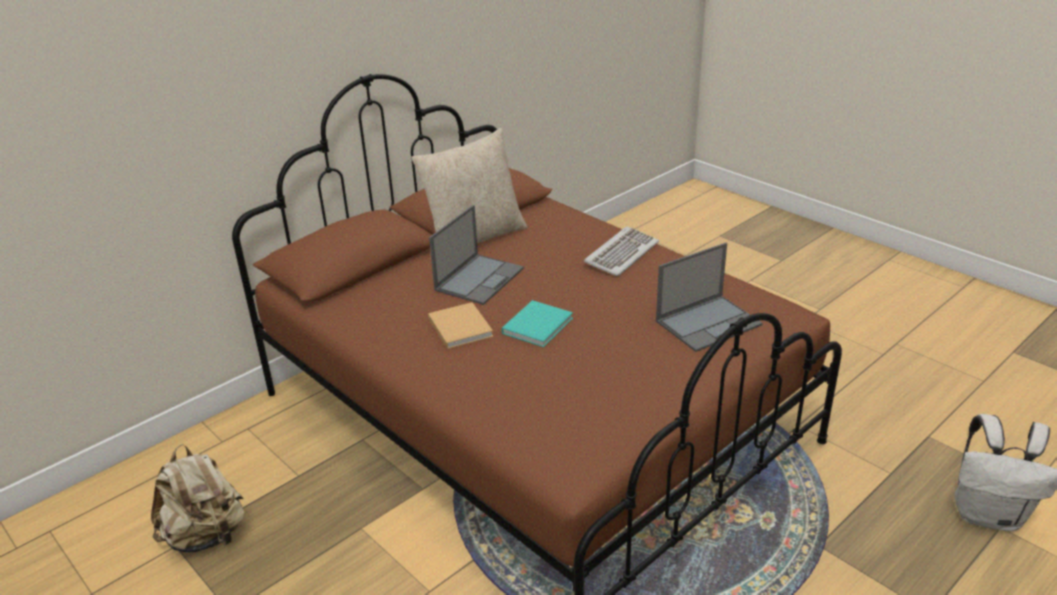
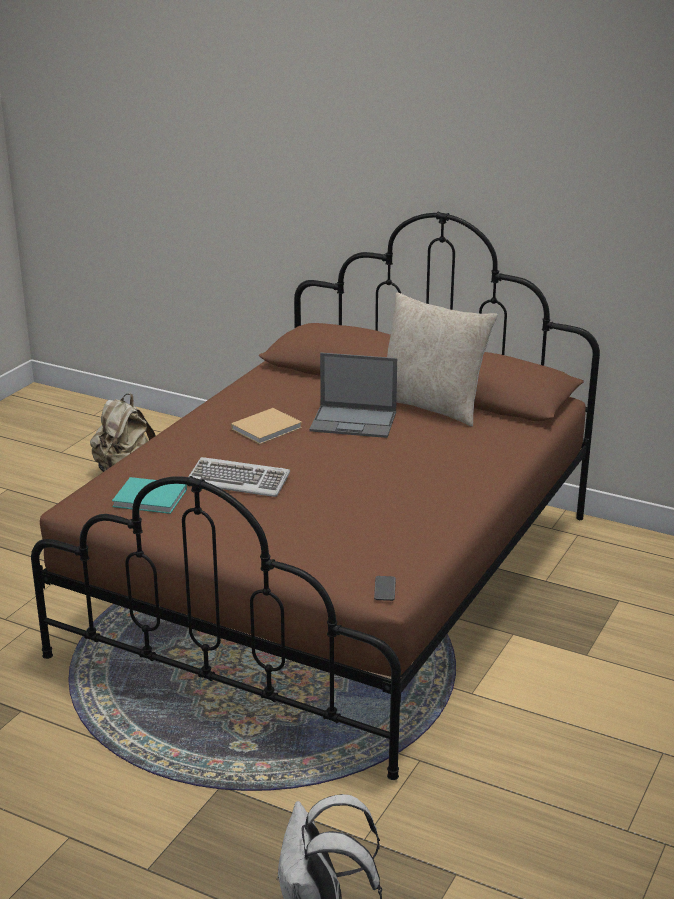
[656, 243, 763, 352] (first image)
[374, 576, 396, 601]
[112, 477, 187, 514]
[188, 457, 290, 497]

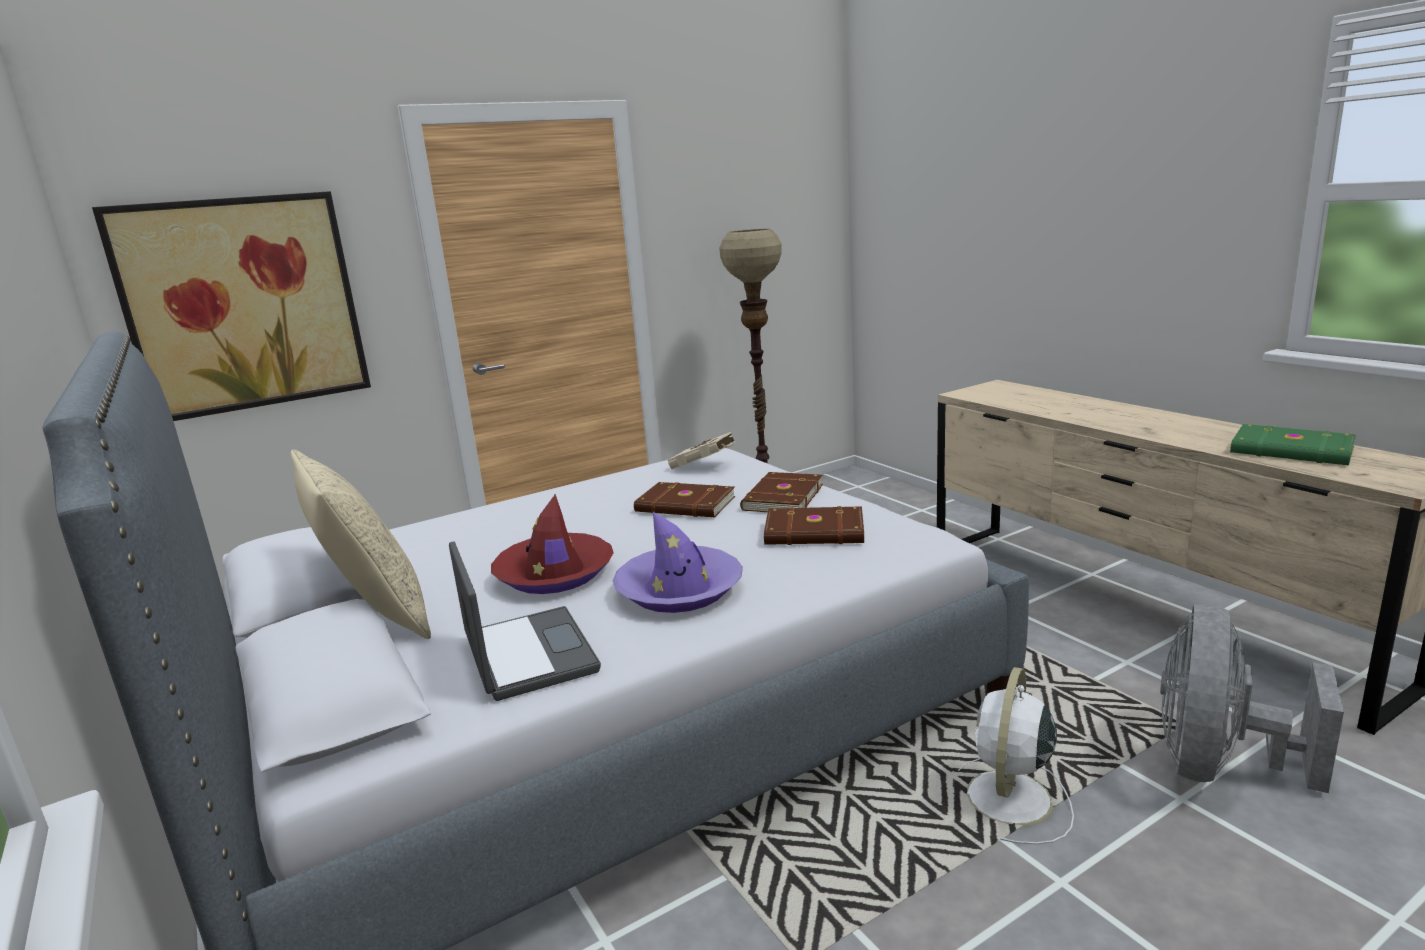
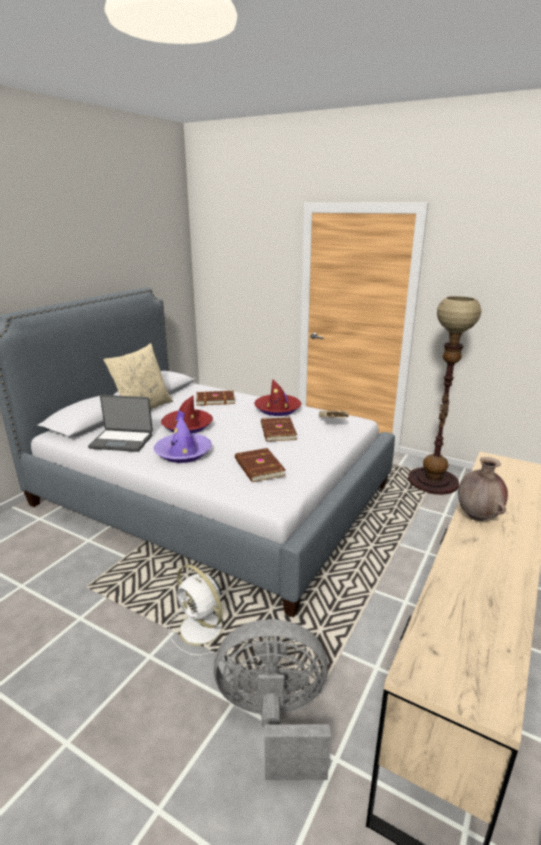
[92, 191, 371, 421] (first image)
[1230, 424, 1356, 465] (first image)
[254, 379, 302, 416]
[458, 457, 508, 521]
[196, 391, 235, 406]
[88, 395, 153, 452]
[169, 564, 225, 656]

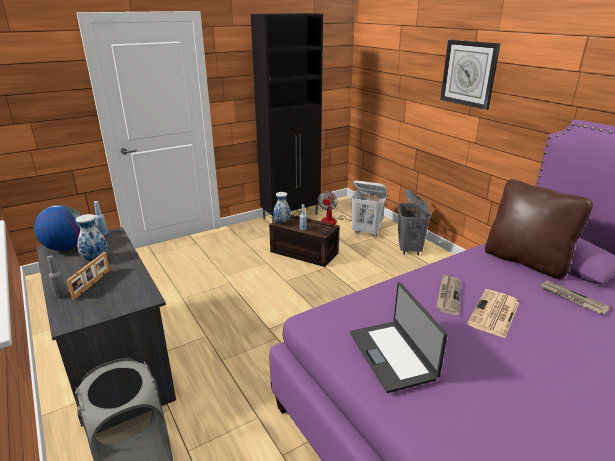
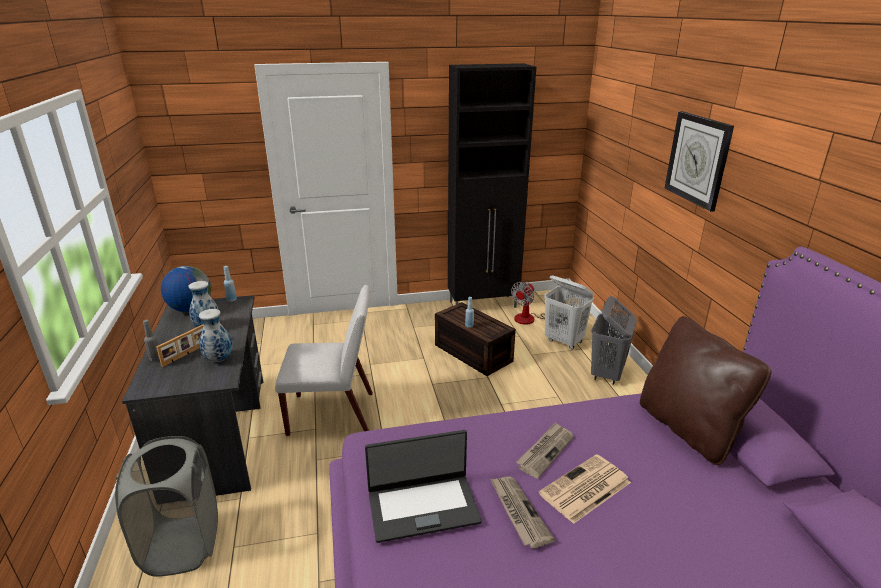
[275, 285, 373, 436]
[199, 309, 232, 362]
[491, 476, 555, 548]
[365, 430, 482, 543]

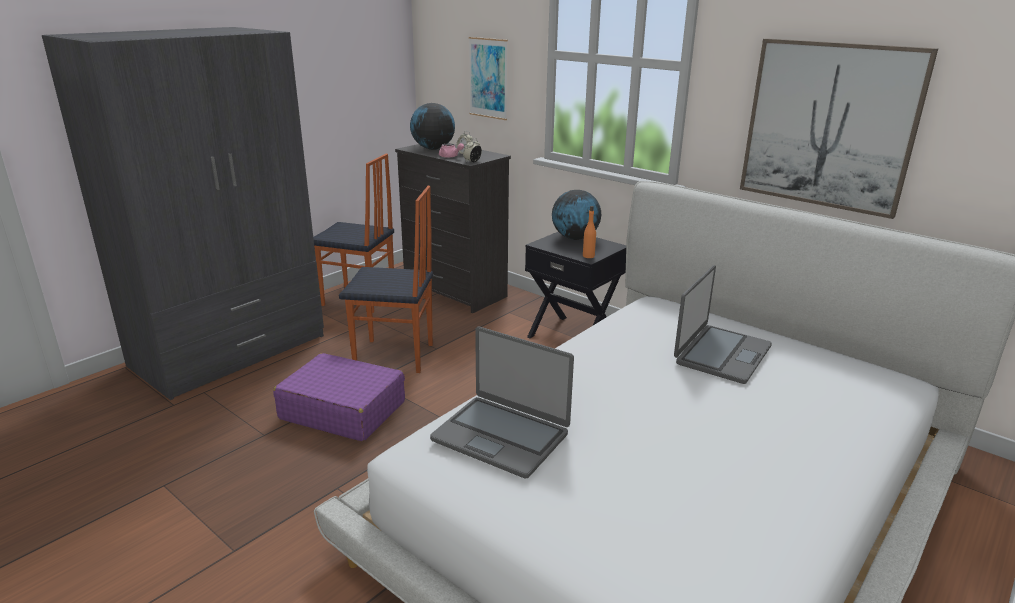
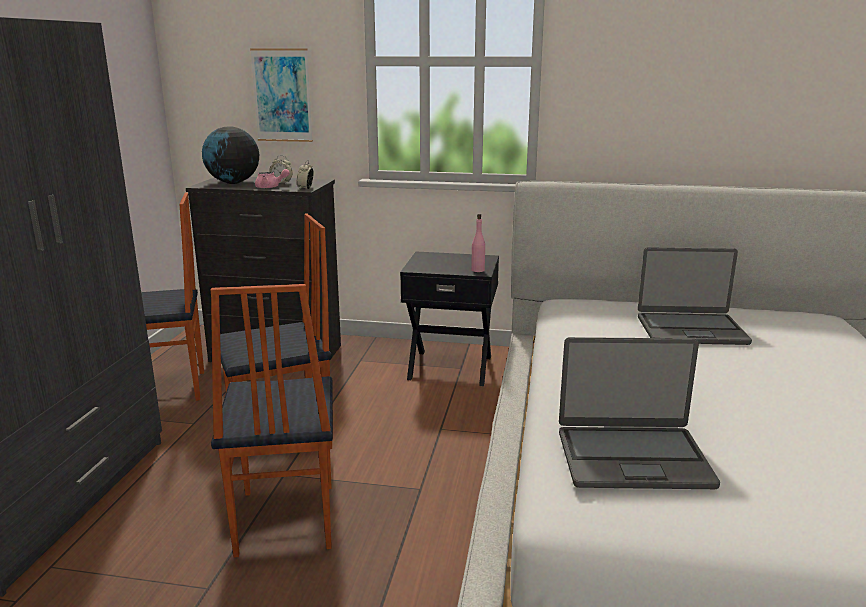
[552, 190, 601, 240] (first image)
[740, 38, 938, 219] (first image)
[210, 284, 333, 558]
[471, 214, 485, 272]
[638, 247, 752, 345]

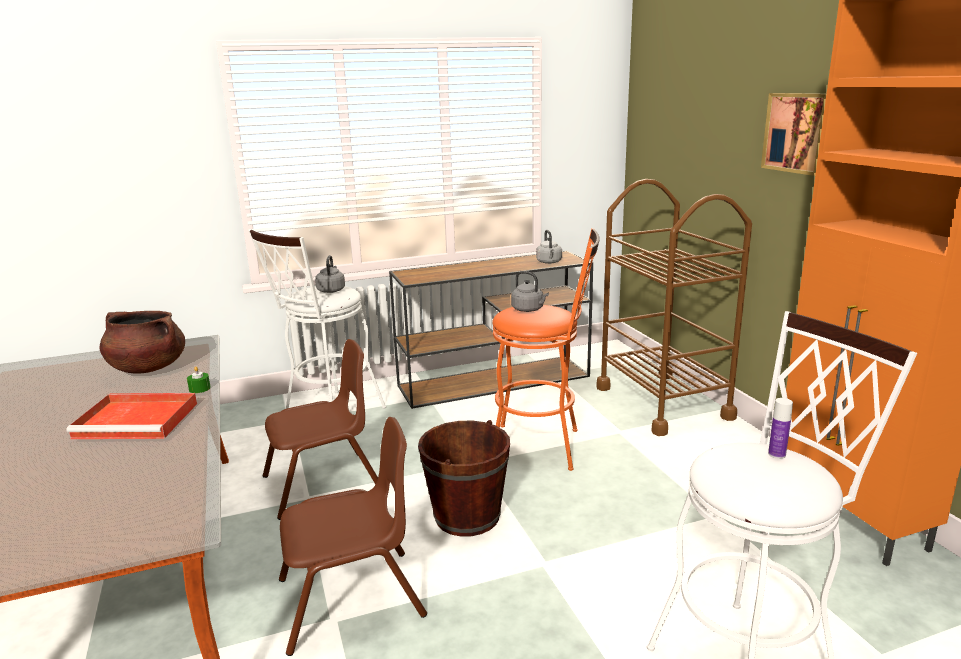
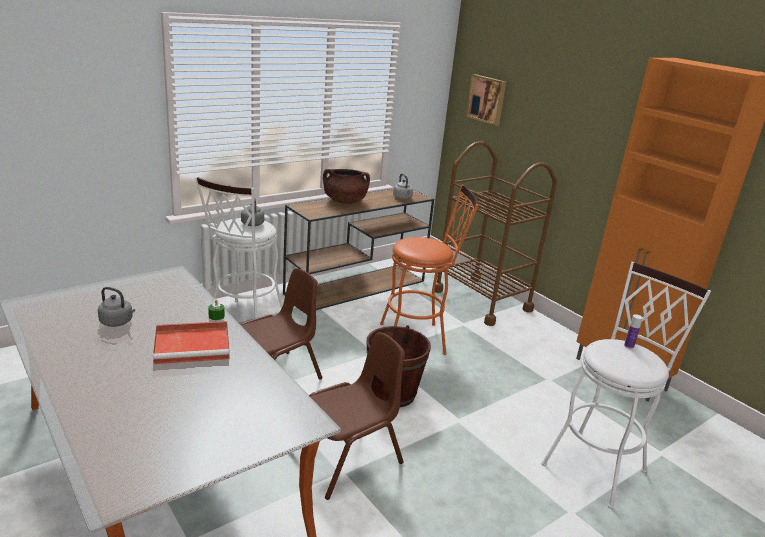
[323, 169, 370, 204]
[98, 287, 135, 327]
[466, 74, 506, 126]

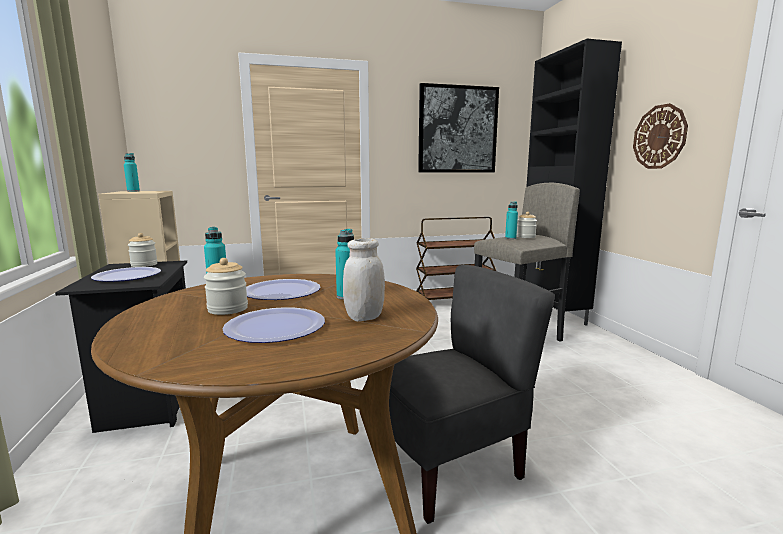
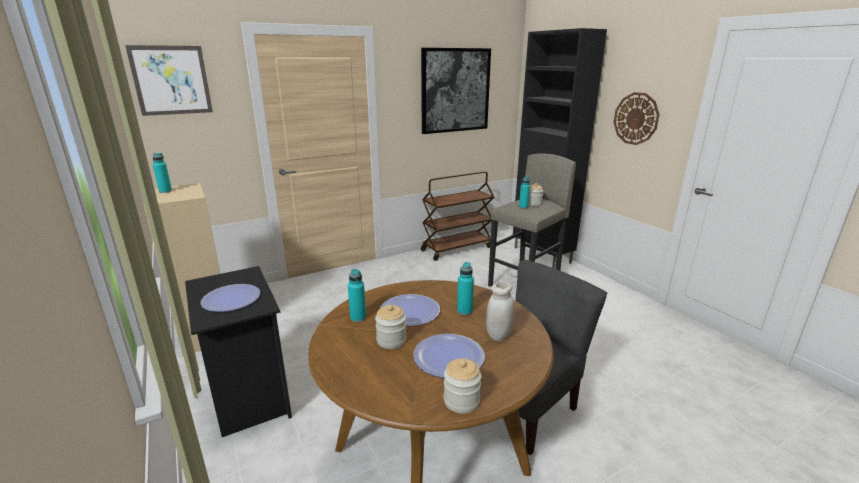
[125, 45, 213, 116]
[444, 358, 482, 414]

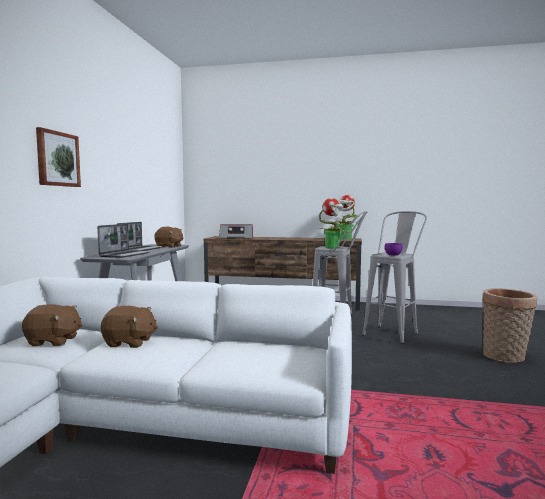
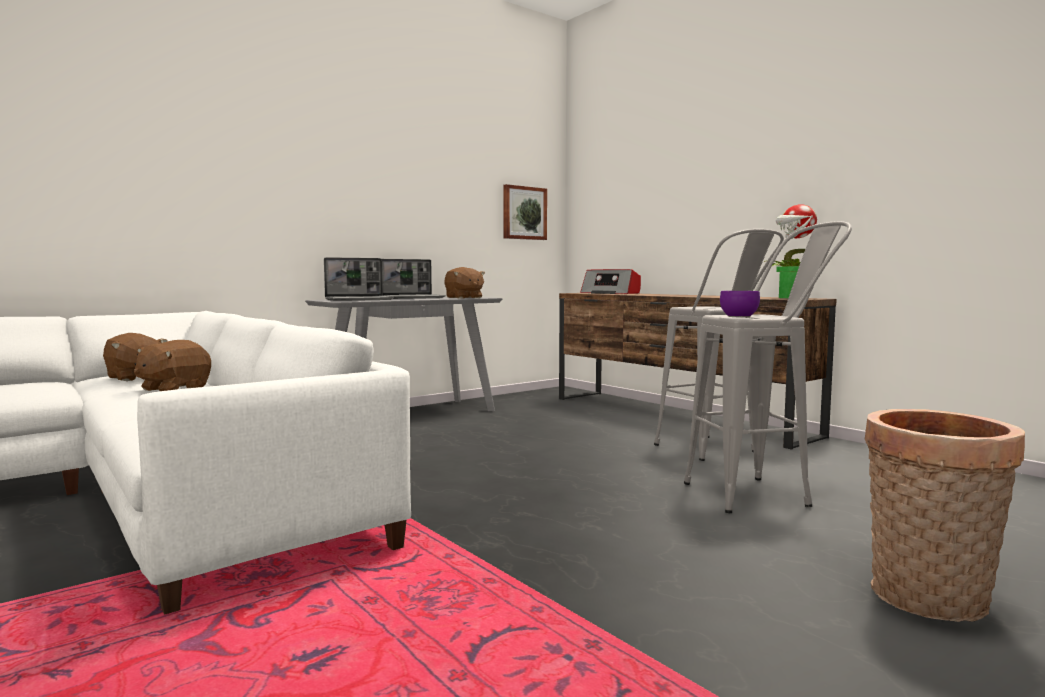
[319, 198, 345, 248] (first image)
[503, 184, 547, 240]
[134, 340, 211, 391]

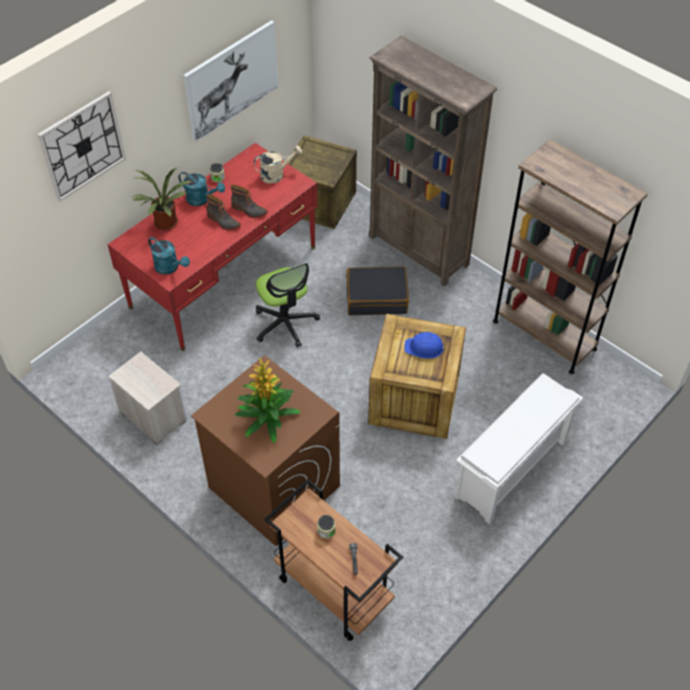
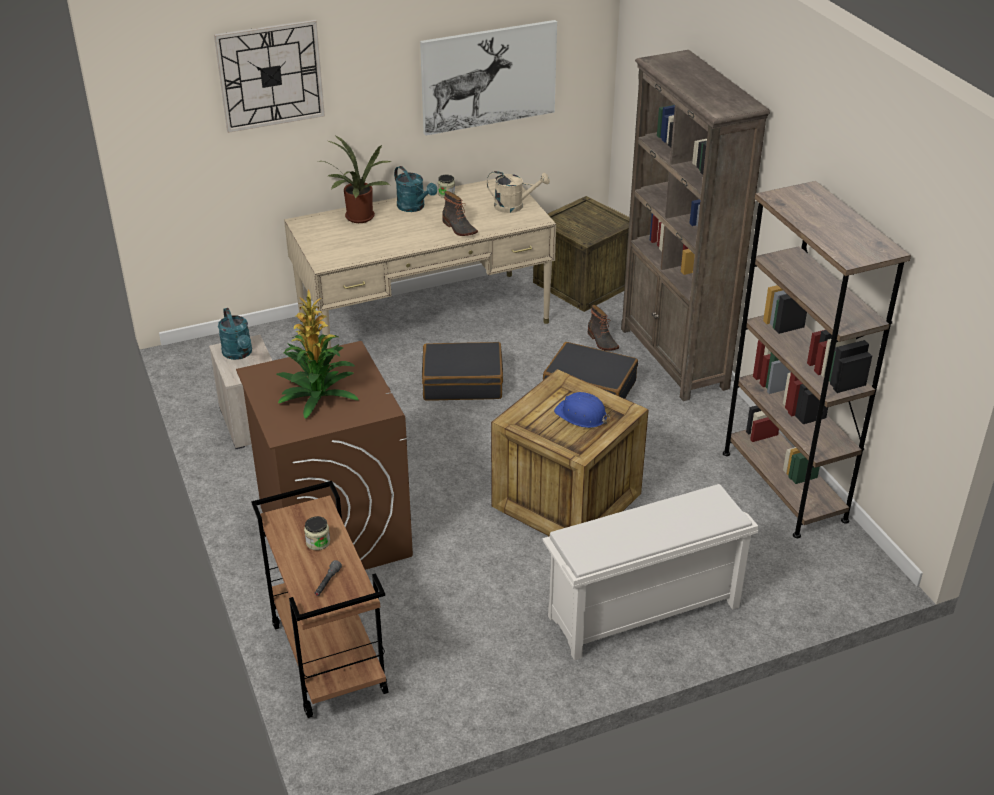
[218, 308, 252, 360]
[588, 305, 619, 351]
[422, 342, 503, 400]
[284, 179, 556, 348]

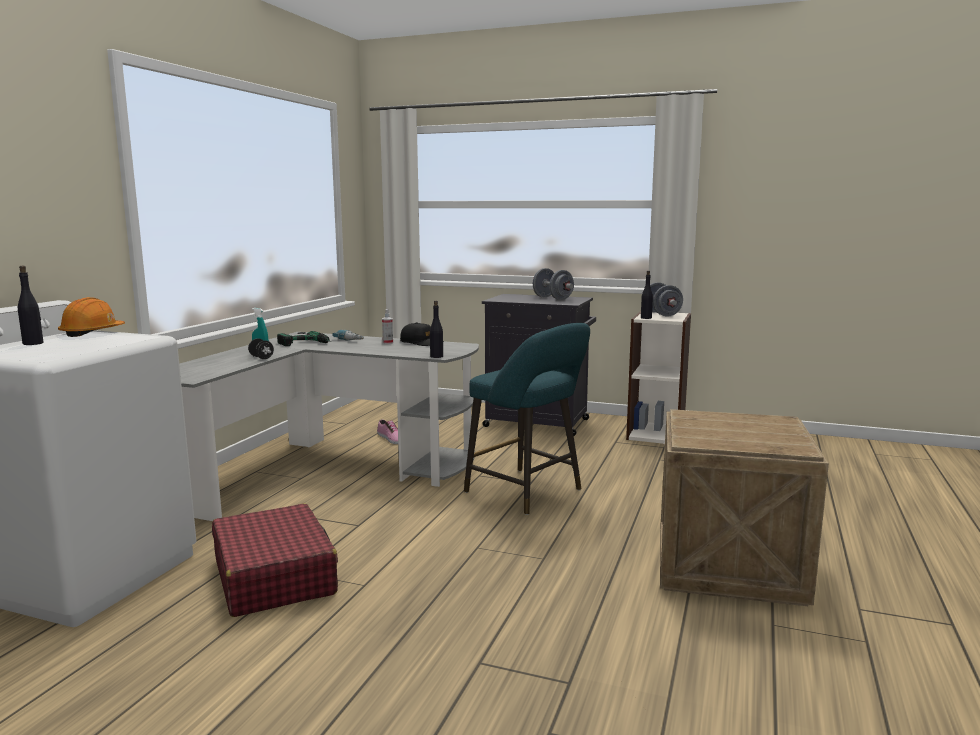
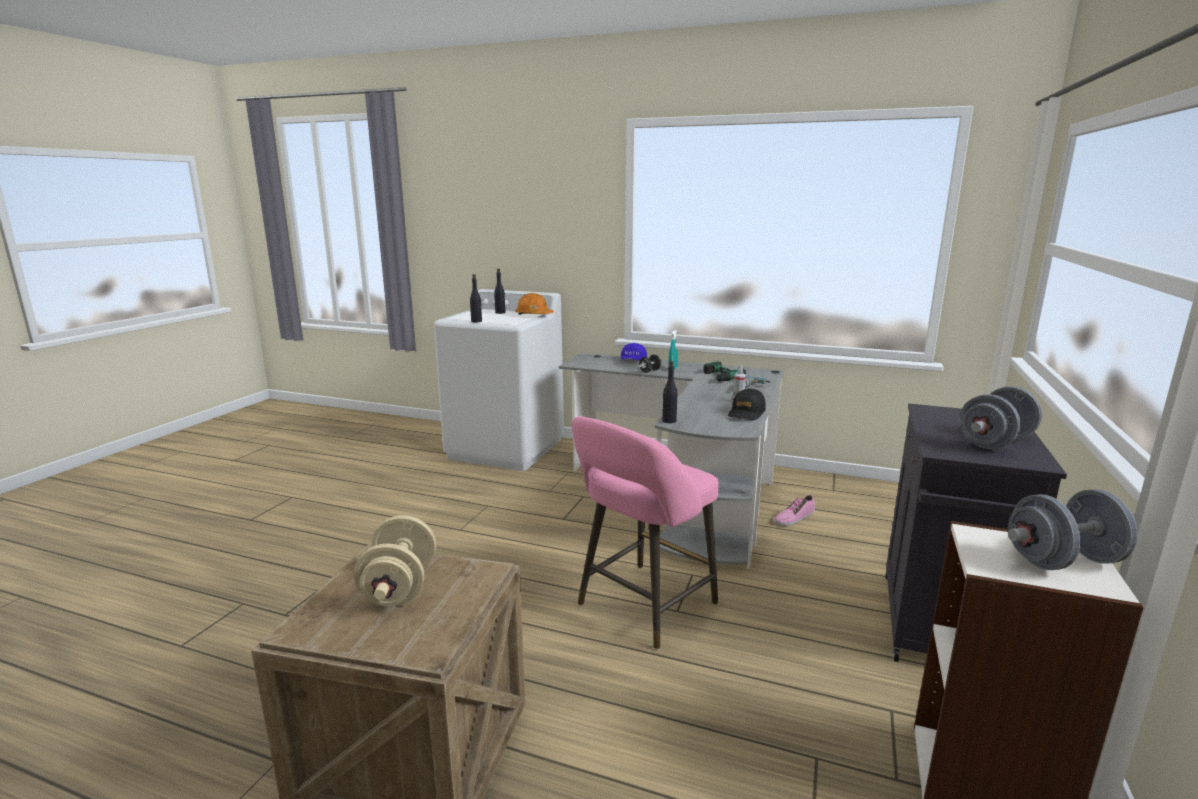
[212, 503, 338, 617] (first image)
[354, 515, 436, 607]
[620, 343, 647, 361]
[470, 274, 482, 323]
[572, 416, 719, 649]

